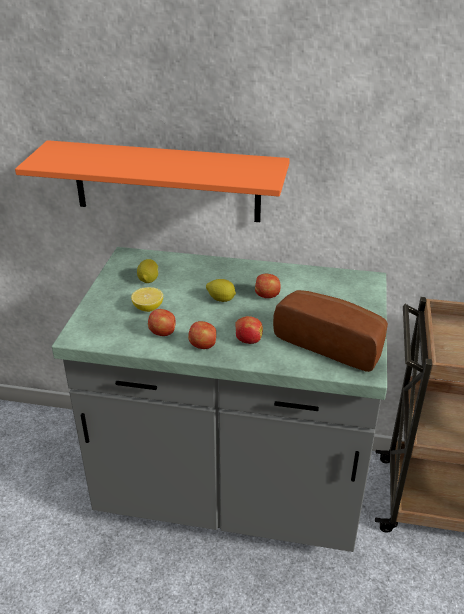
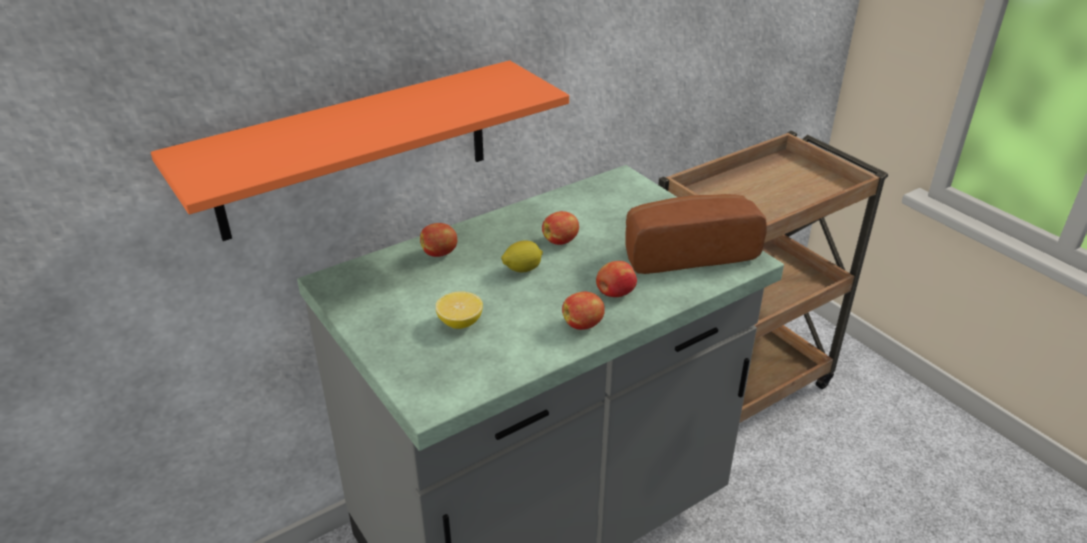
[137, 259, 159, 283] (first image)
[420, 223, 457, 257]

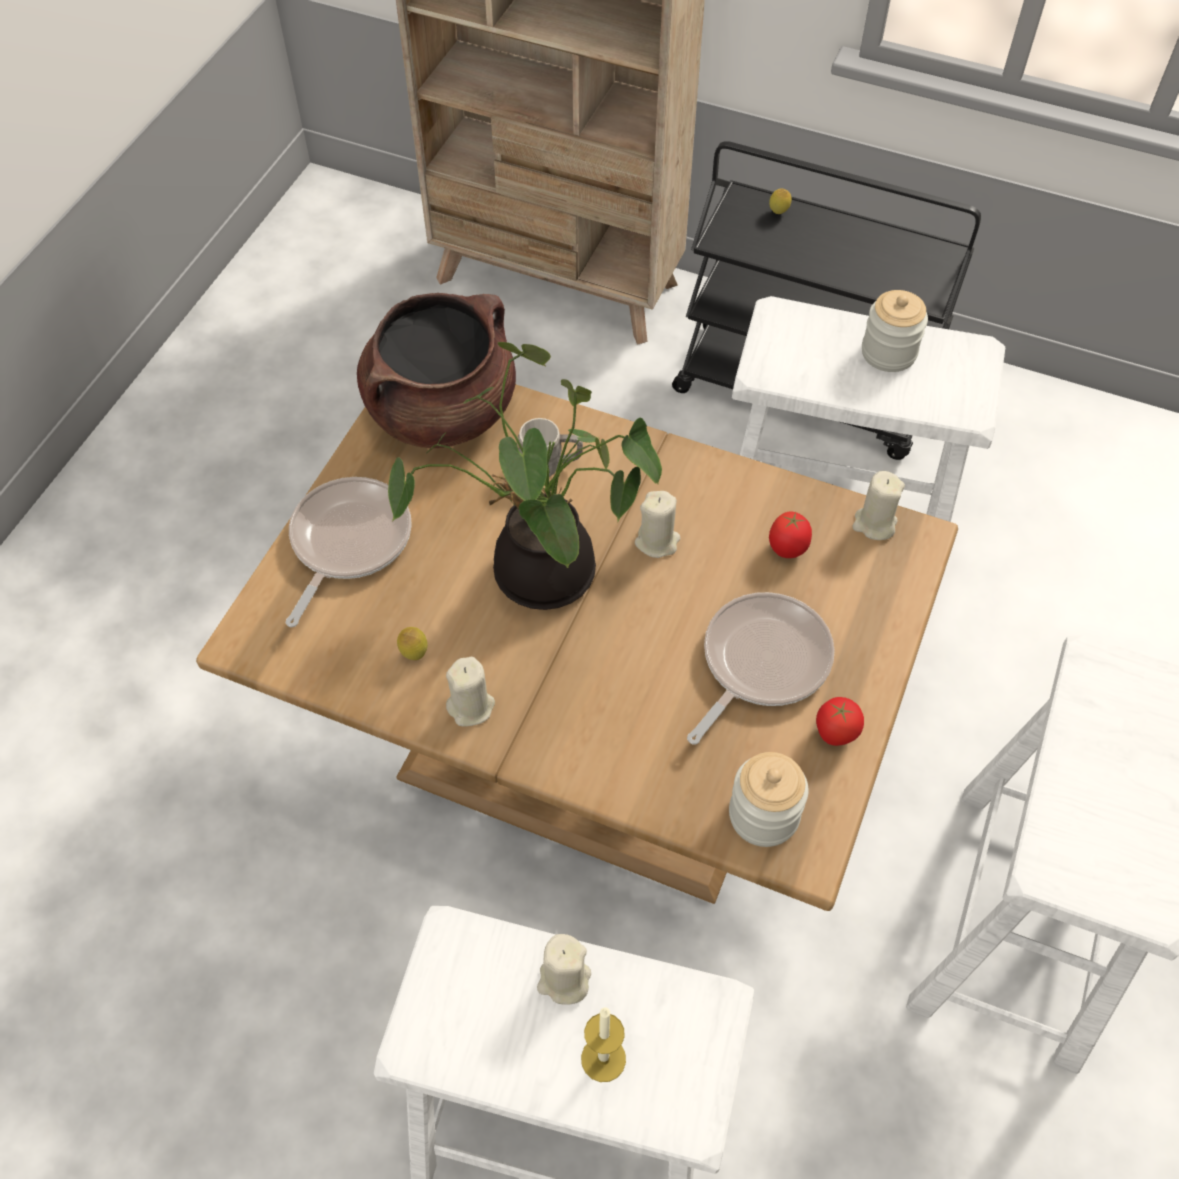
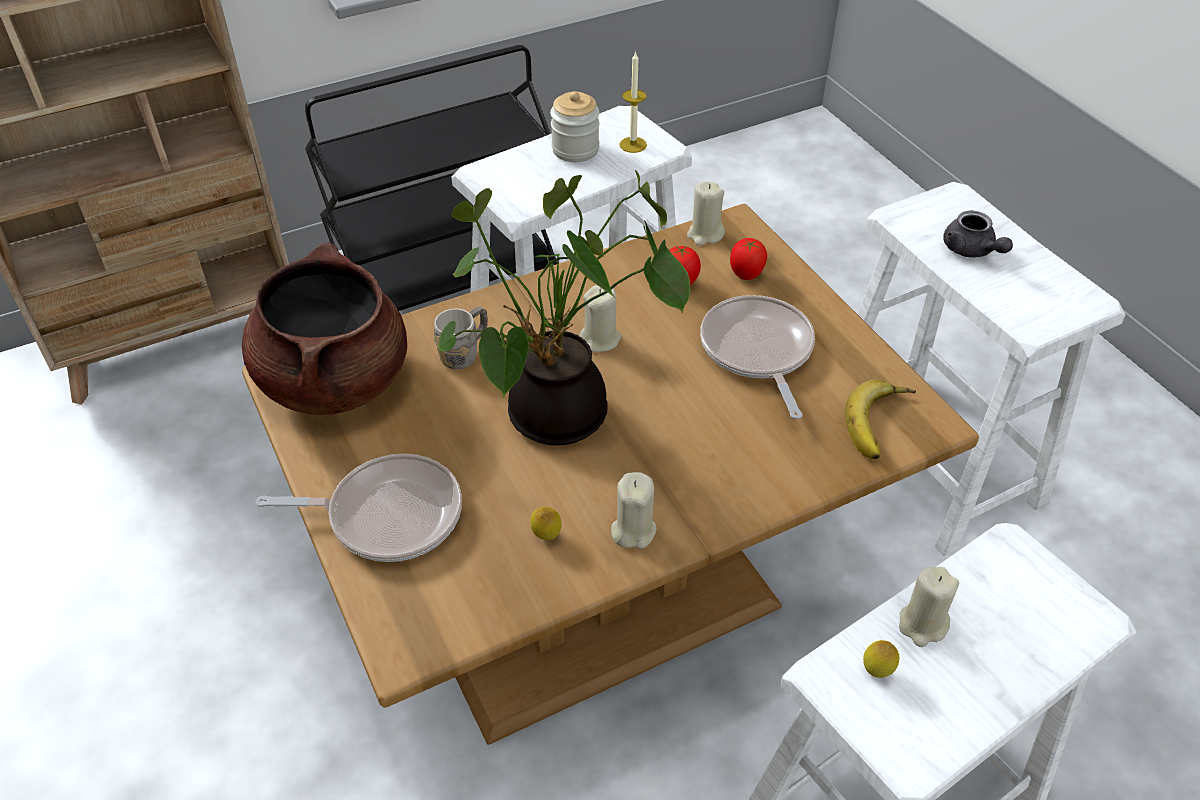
[943, 211, 1013, 258]
[620, 51, 647, 153]
[863, 640, 899, 678]
[730, 238, 767, 280]
[845, 380, 916, 459]
[256, 454, 462, 562]

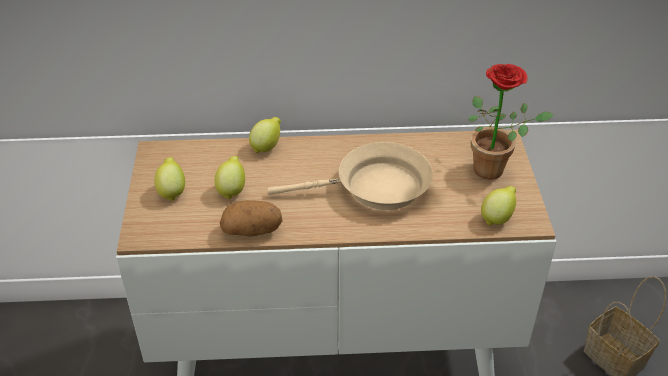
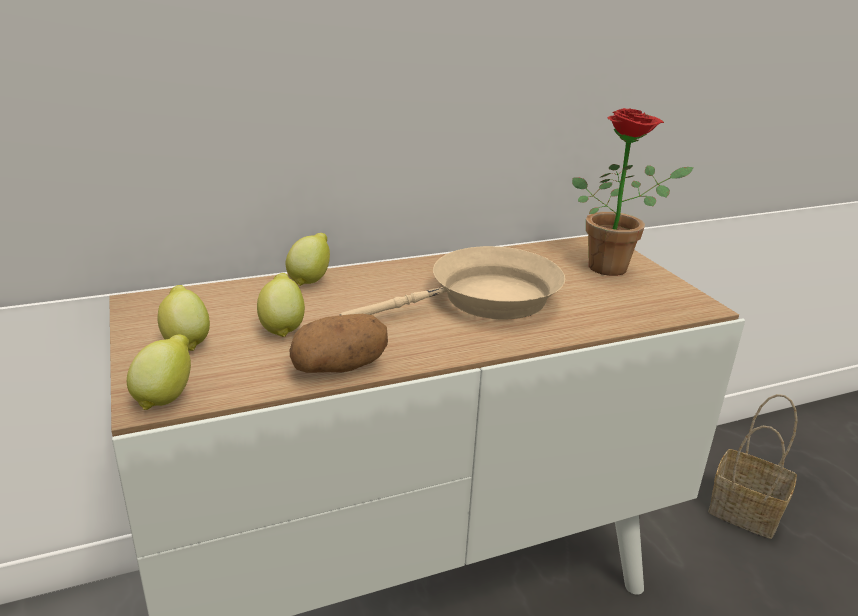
[127, 335, 191, 410]

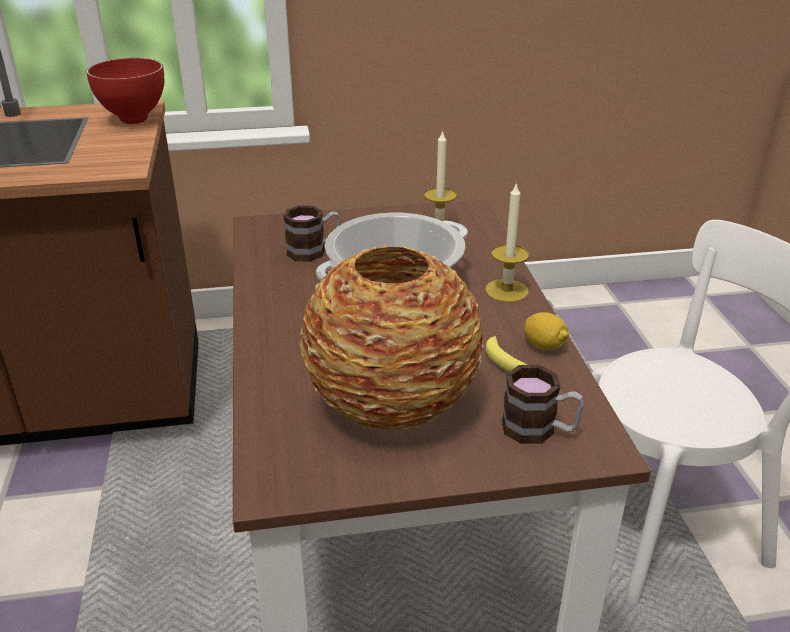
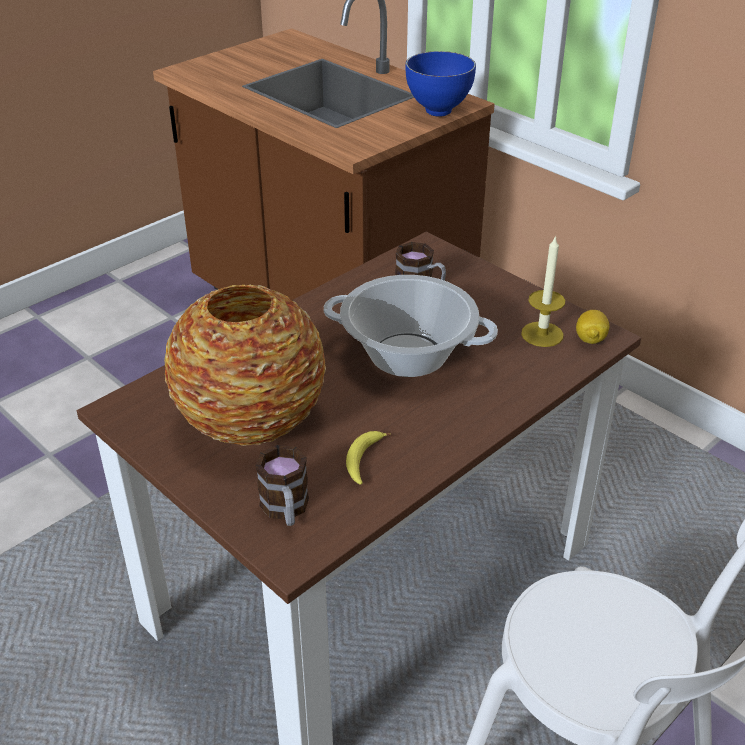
[485, 182, 529, 303] (first image)
[576, 310, 609, 344]
[406, 51, 476, 117]

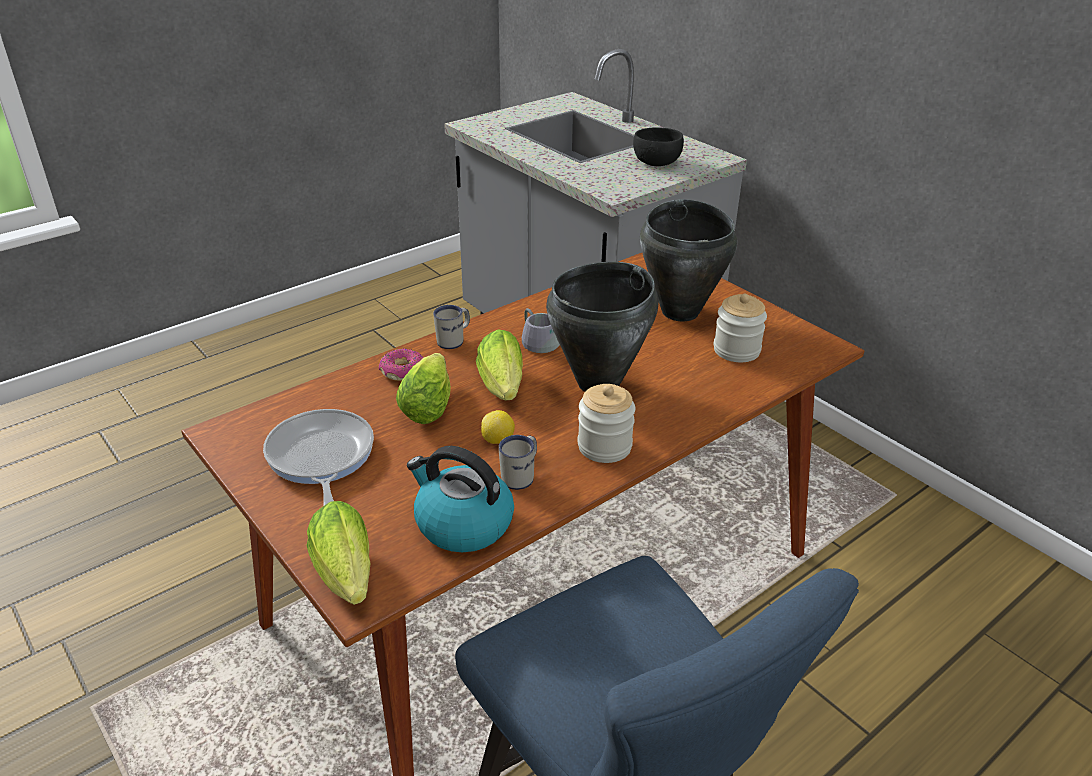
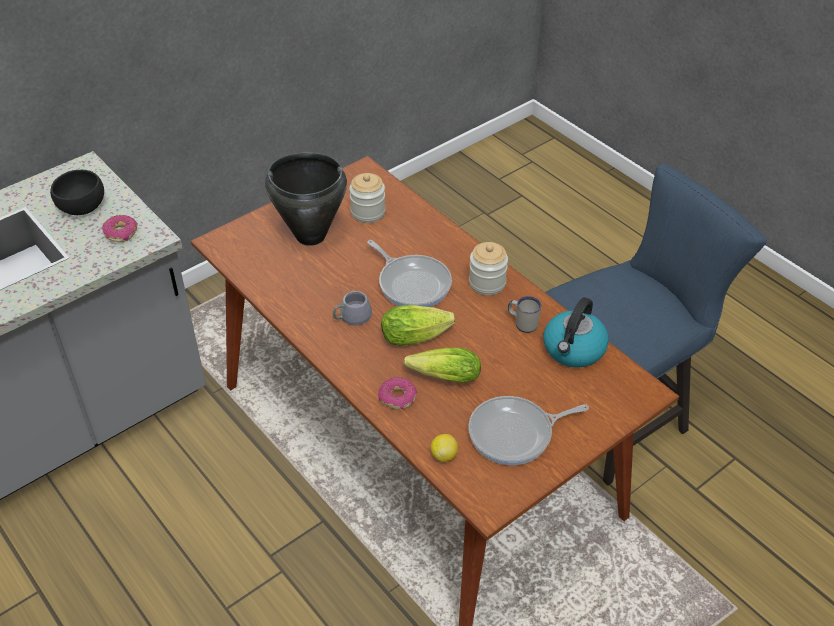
[307, 501, 370, 605] (first image)
[433, 305, 470, 349] (first image)
[102, 215, 138, 242]
[431, 434, 458, 462]
[367, 240, 452, 307]

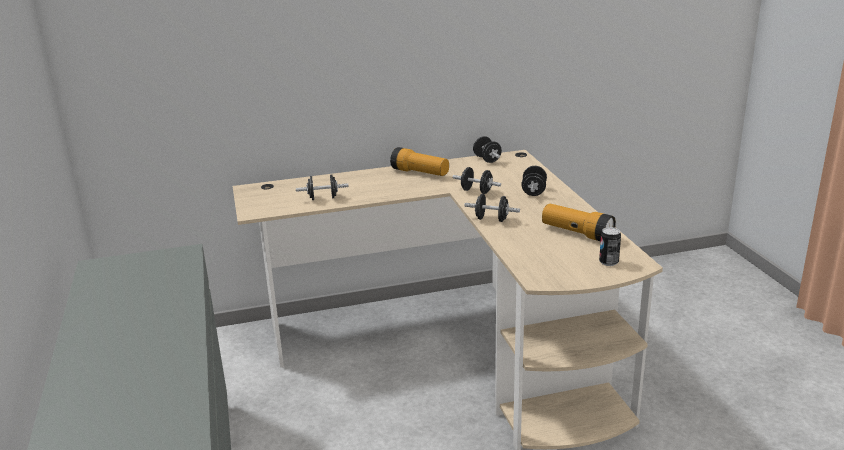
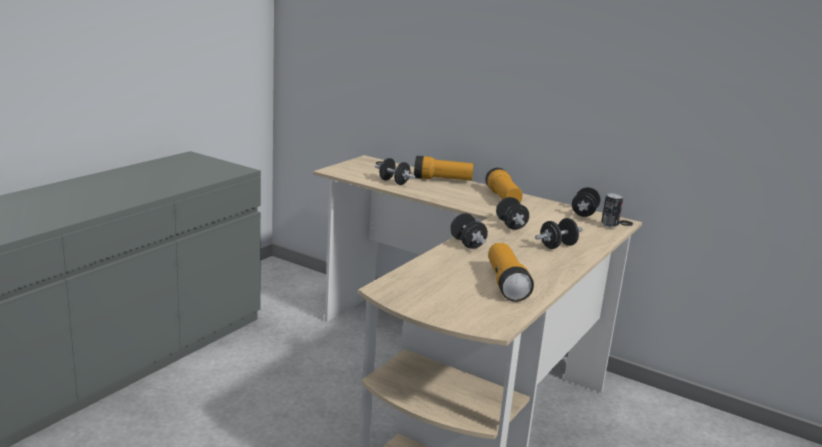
[414, 156, 474, 181]
[601, 193, 623, 228]

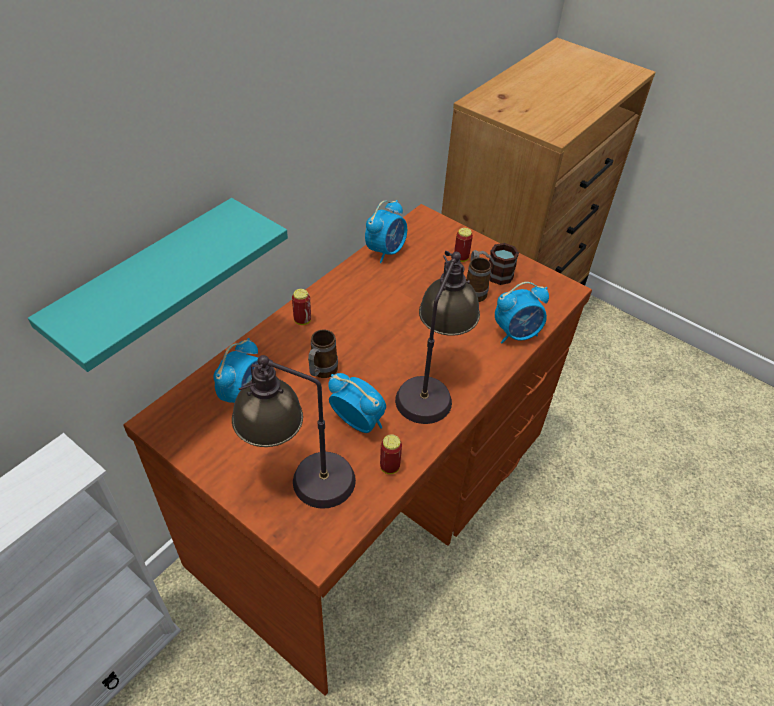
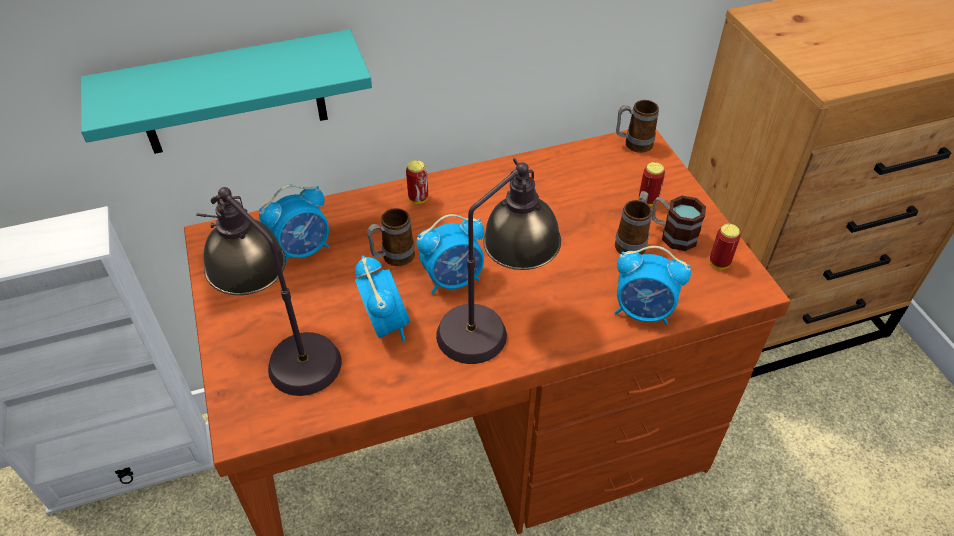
[616, 100, 659, 153]
[416, 214, 484, 294]
[709, 224, 740, 269]

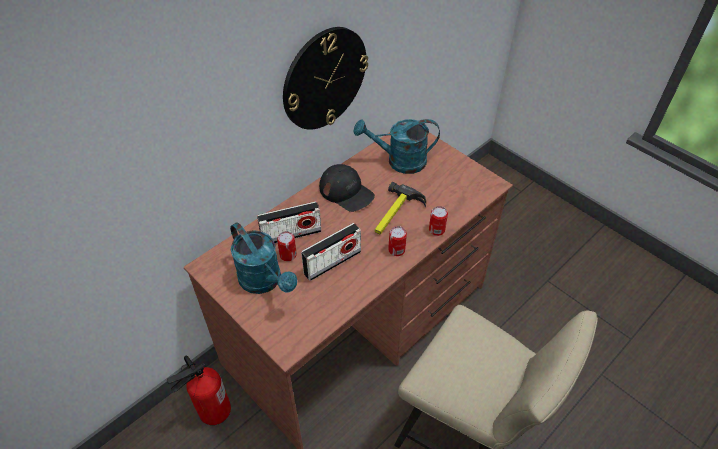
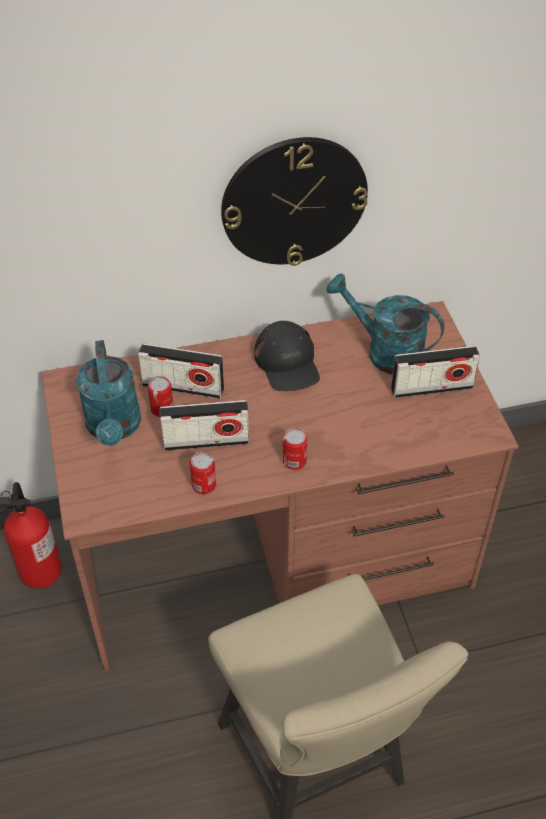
[375, 182, 426, 235] (first image)
[391, 346, 480, 398]
[190, 452, 216, 494]

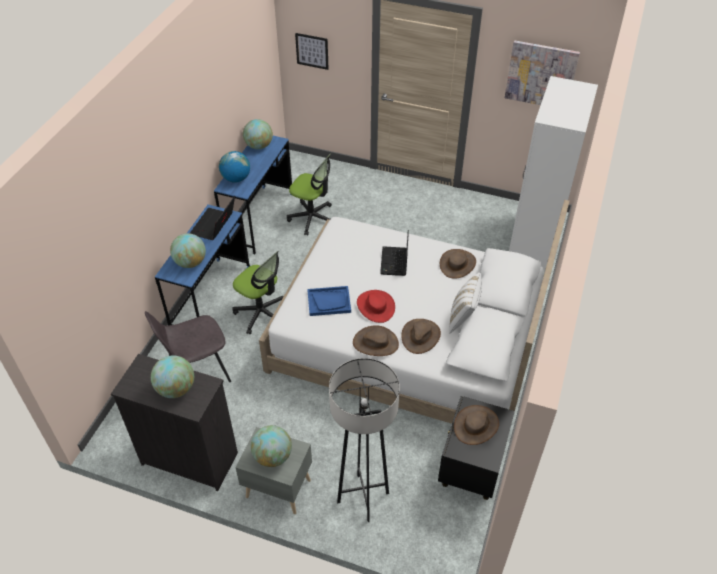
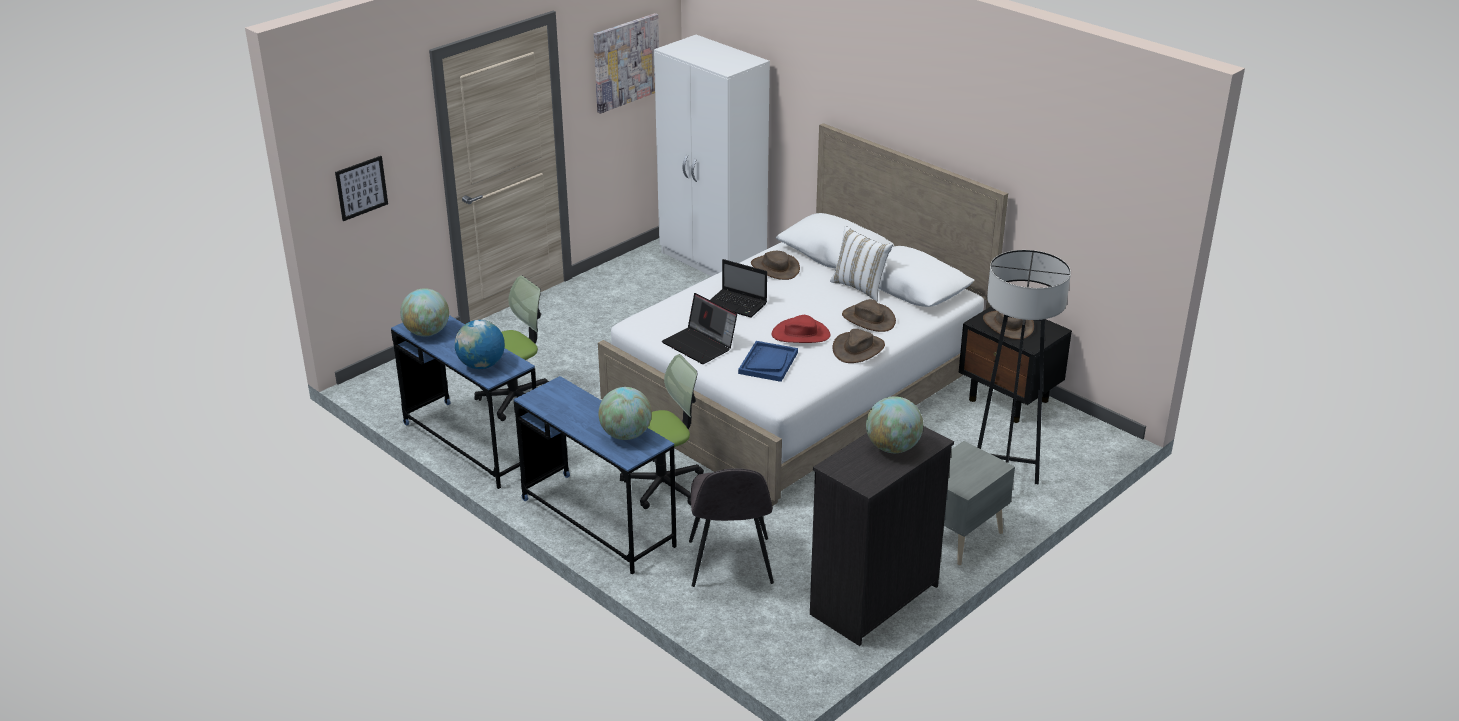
[251, 425, 292, 467] (first image)
[662, 293, 737, 364]

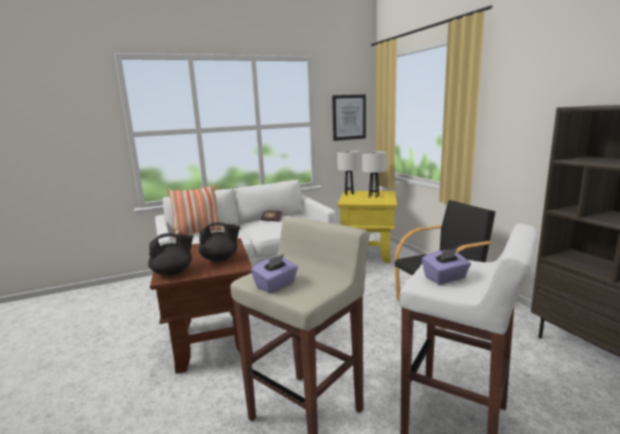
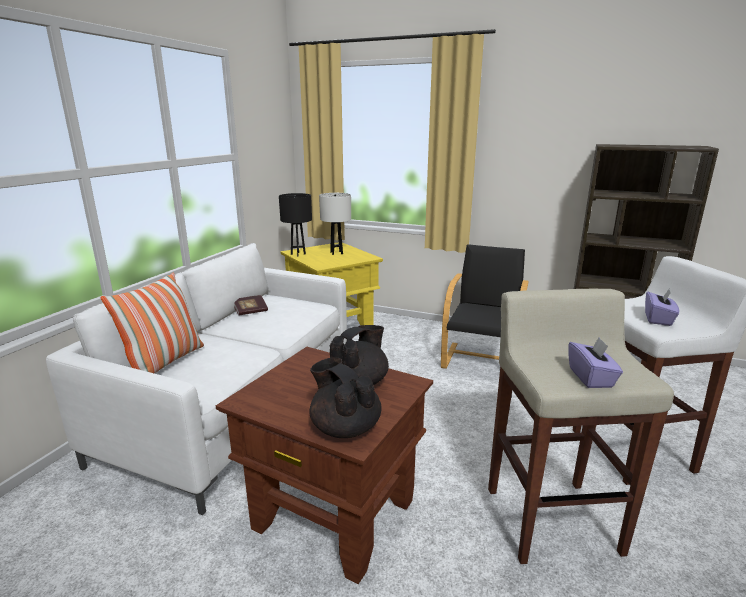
[332, 94, 366, 141] (first image)
[279, 193, 312, 256]
[309, 358, 382, 438]

